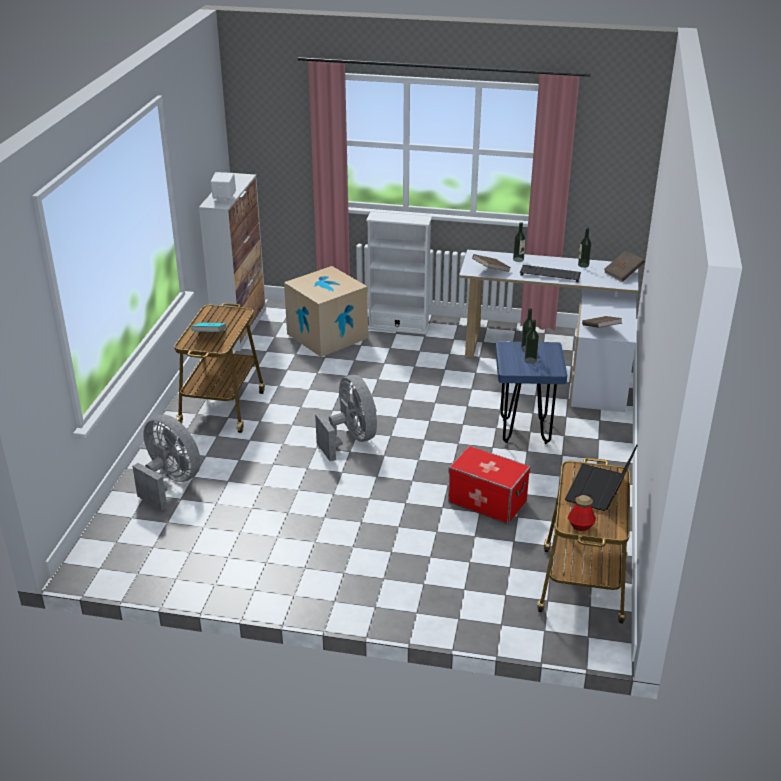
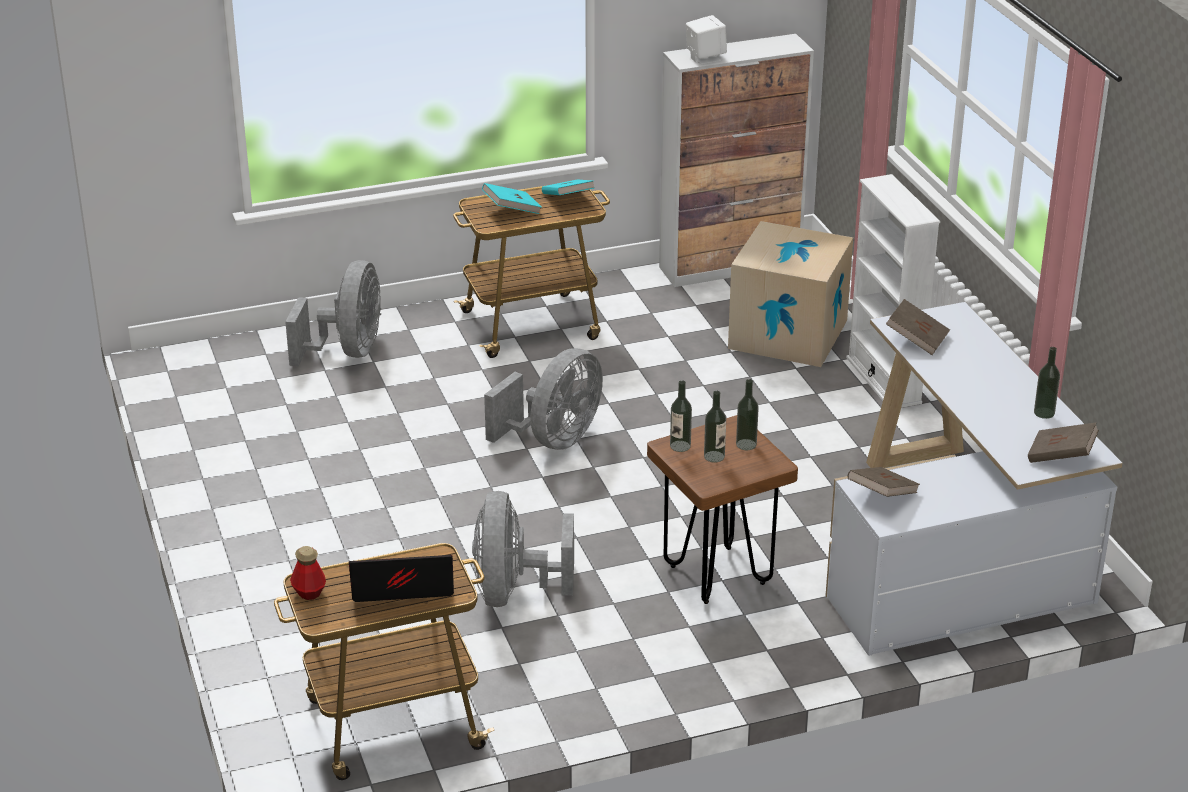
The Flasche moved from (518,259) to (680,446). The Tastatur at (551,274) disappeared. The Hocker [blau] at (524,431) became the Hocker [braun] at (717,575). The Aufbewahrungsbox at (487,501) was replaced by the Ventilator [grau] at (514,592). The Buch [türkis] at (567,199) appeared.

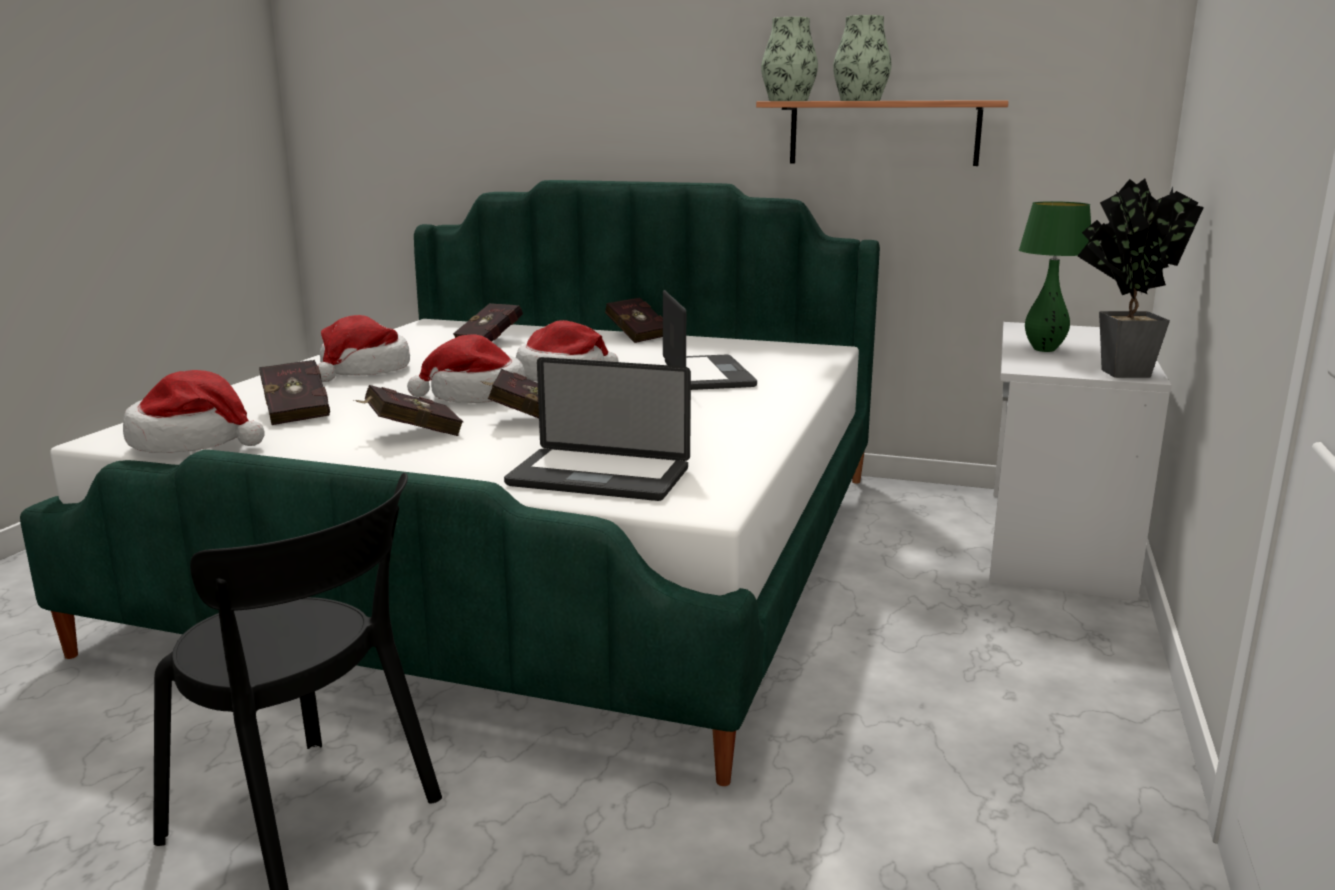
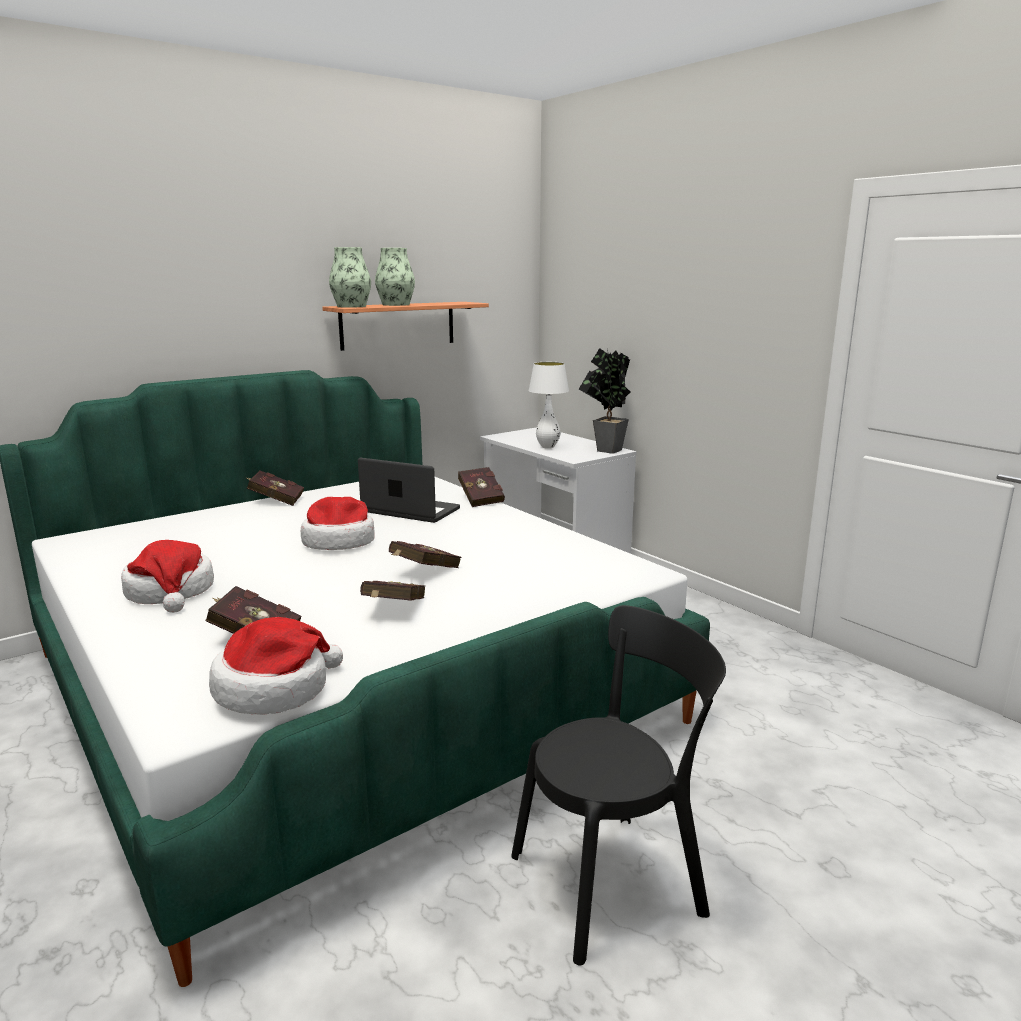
The Tischlampe [grün] at (1044,350) became the Tischlampe [weiß] at (548,447). The Buch [rot] moved from (492,341) to (480,499). The Hut at (475,395) disappeared. The Laptop at (598,477) disappeared.

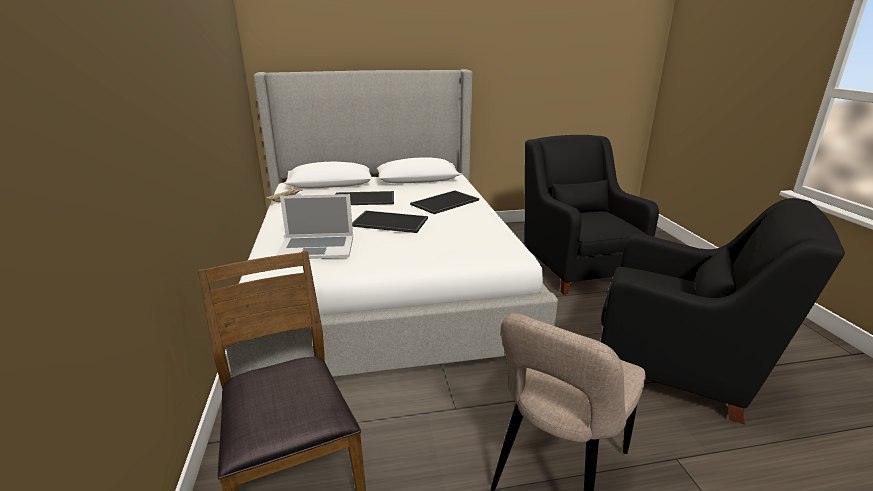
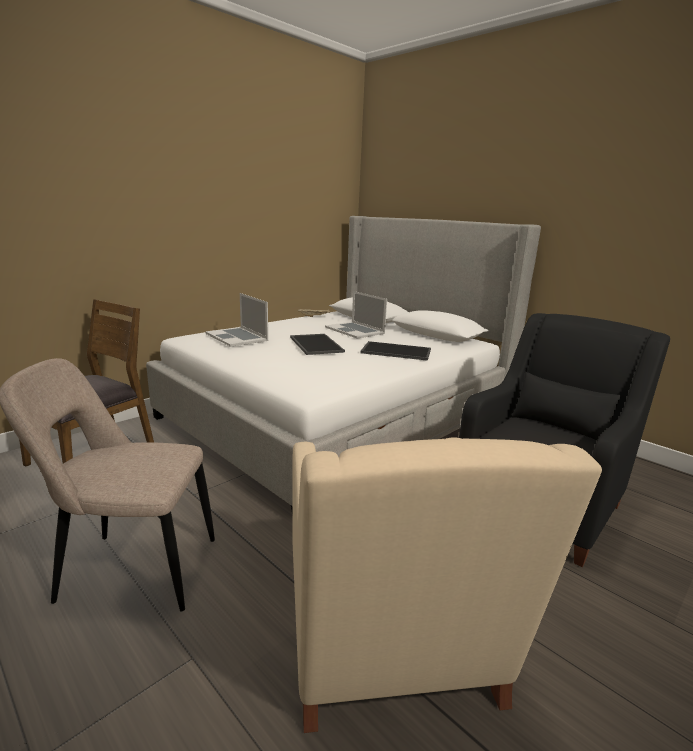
The Tablett at (364,198) was replaced by the Laptop at (355,330). The Sessel [schwarz] at (678,367) became the Sessel [beige] at (389,638).

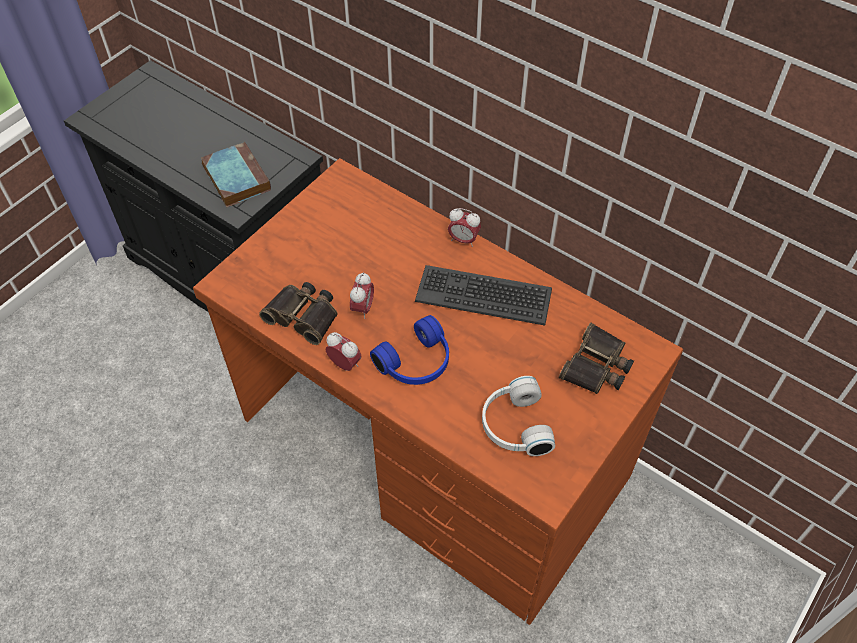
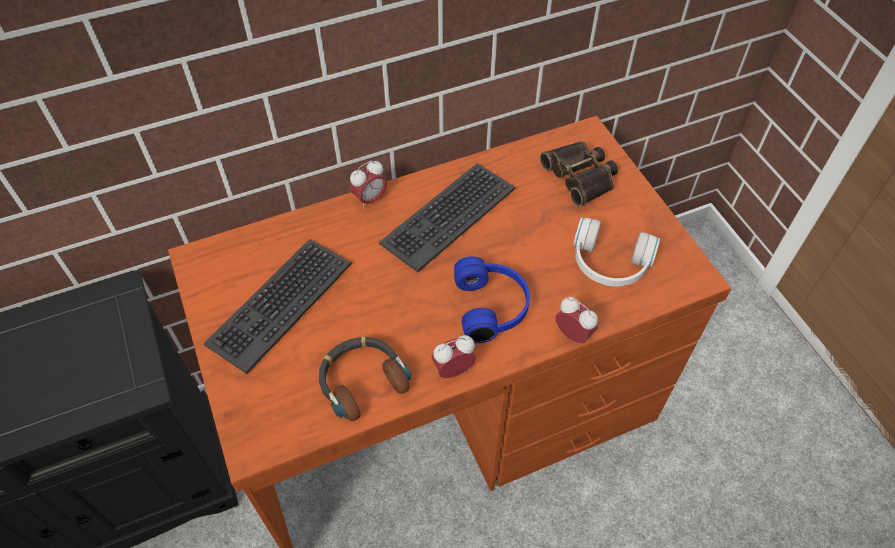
The Buch at (235,178) disappeared. The Wecker moved from (363,308) to (573,335). The Fernglas at (304,315) was replaced by the Kopfhörer at (362,380). The Tastatur at (279,303) appeared.

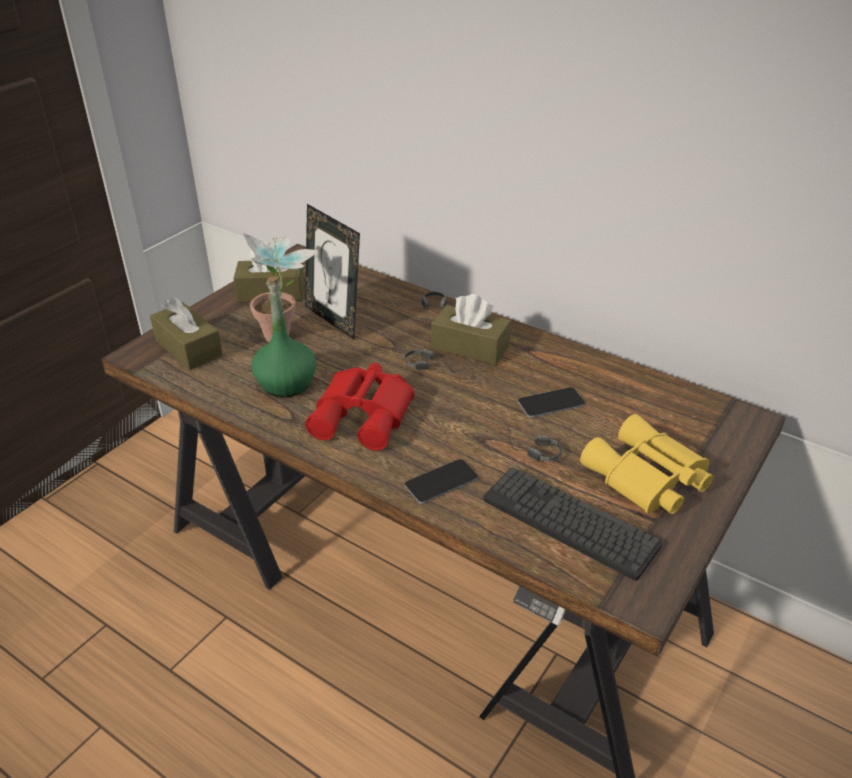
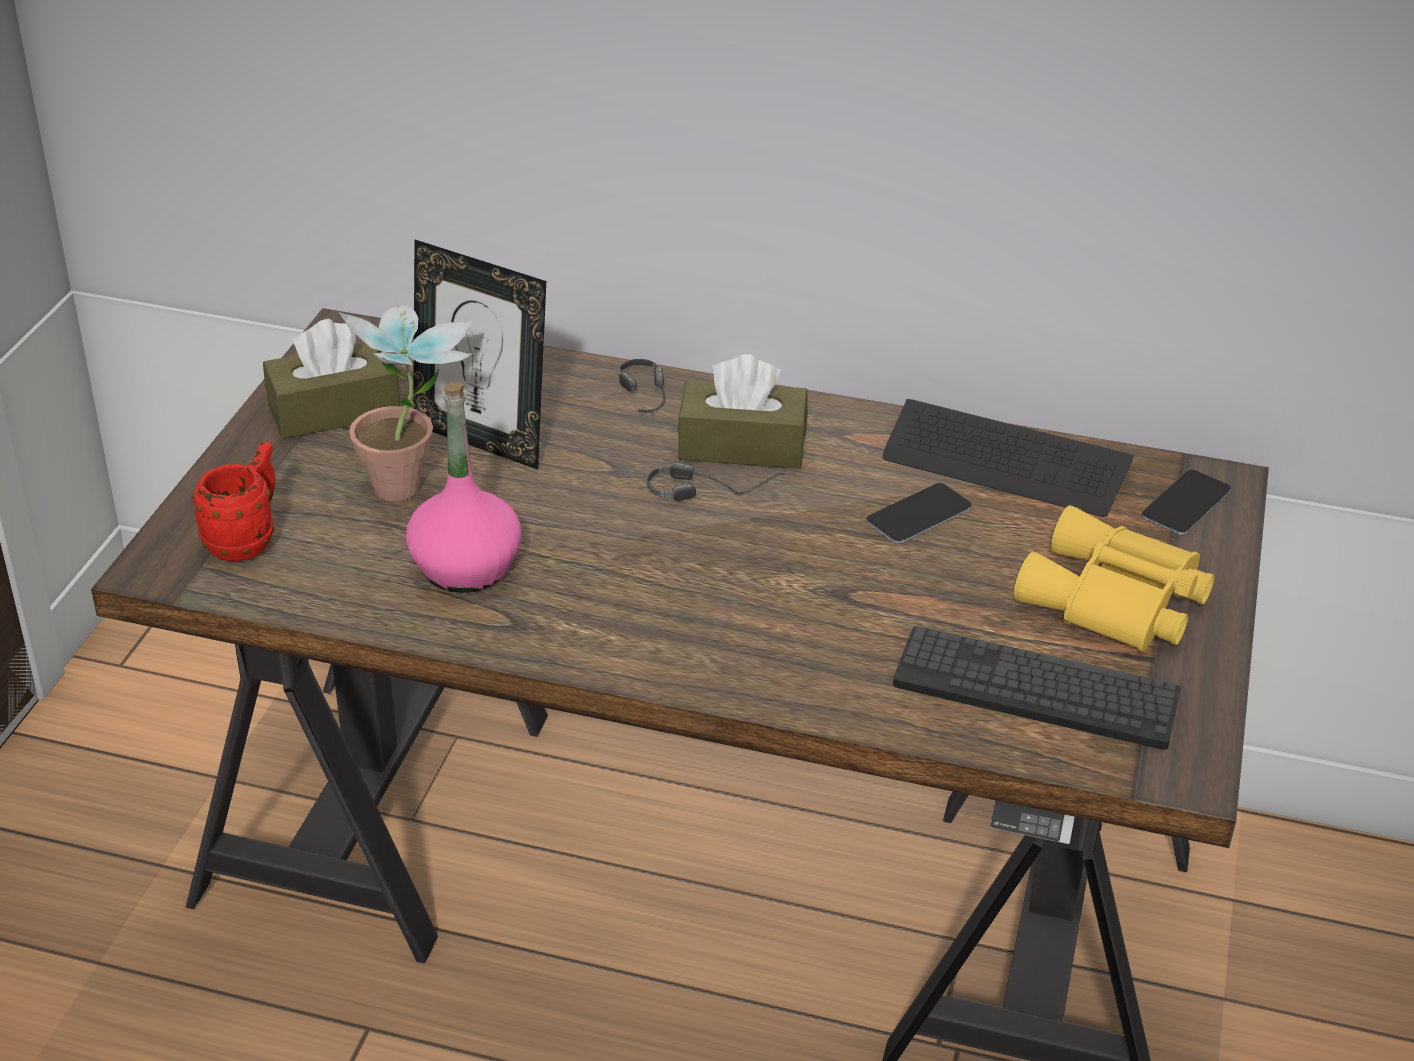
The Flasche [grün] at (285,383) became the Flasche [rosa] at (465,567). The Taschentuchbox [braun] at (188,348) was replaced by the Henkelbecher [rot] at (247,539). The Fernglas [rot] at (365,415) disappeared. The Kopfhörer at (518,445) disappeared. The Handy moved from (441,481) to (1186,503). The Tastatur at (1005,463) appeared.

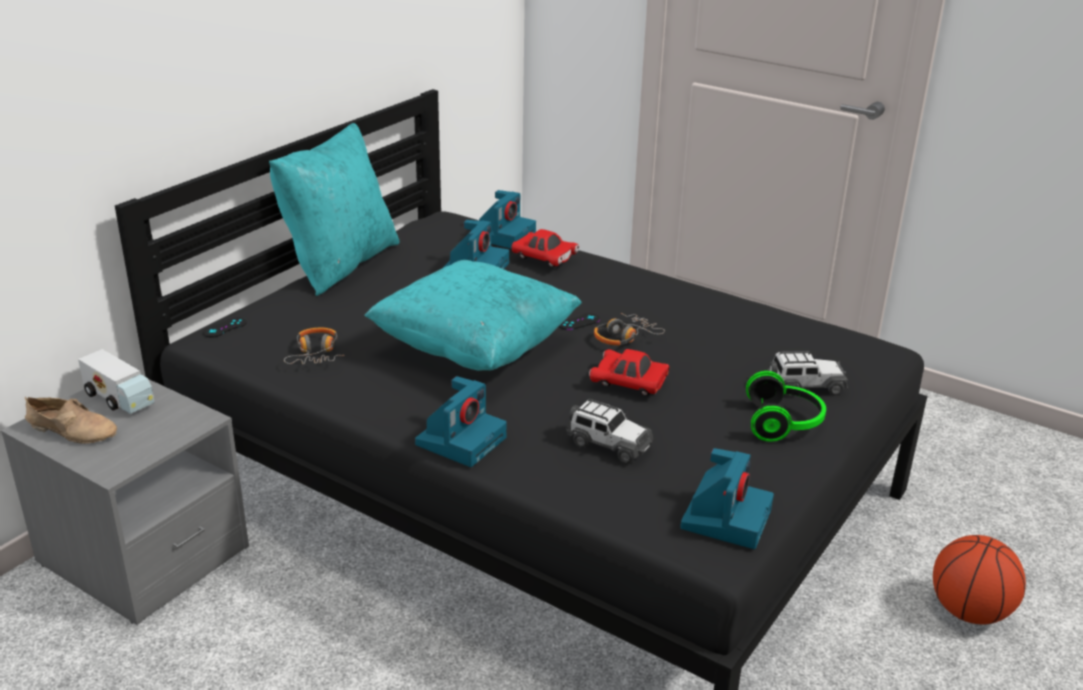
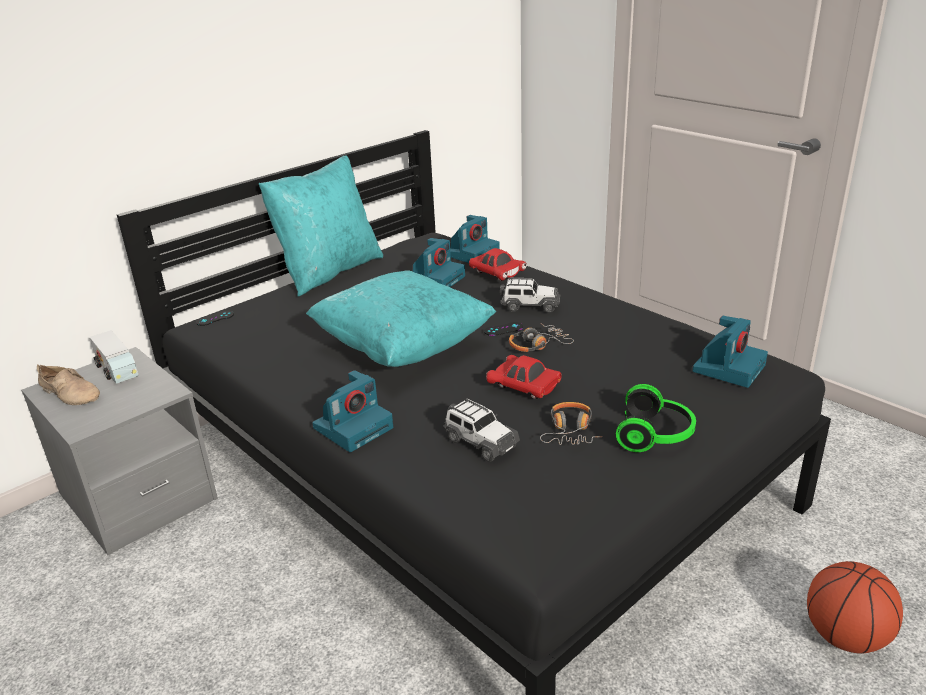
The Kopfhörer moved from (316,354) to (570,431). The Spielzeugauto moved from (805,386) to (530,305). The Kamera moved from (725,517) to (728,367).

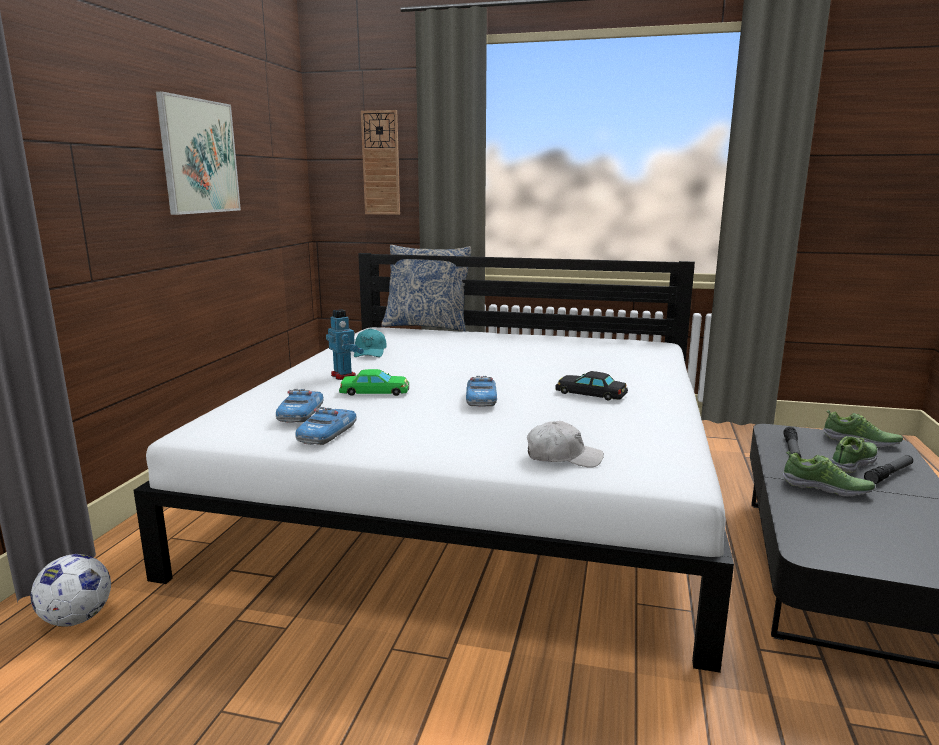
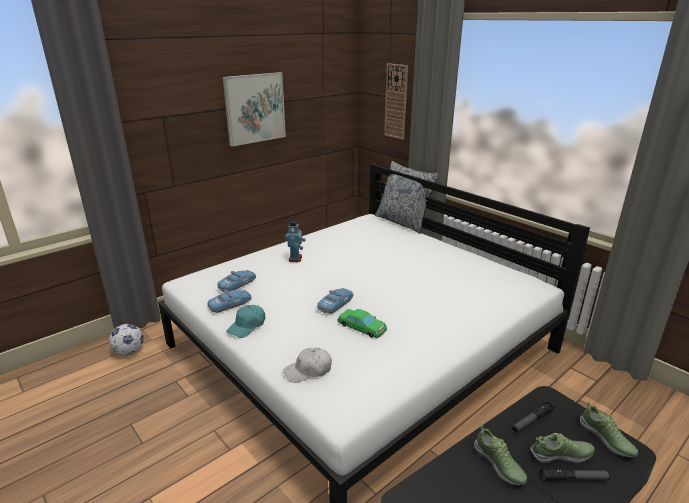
The Kappe [türkis] moved from (370,352) to (247,326). The Spielzeugauto [grün] moved from (375,391) to (362,327). The Spielzeugauto [schwarz] at (590,393) disappeared. The Kappe [weiß] at (563,457) turned 120 degrees clockwise.

